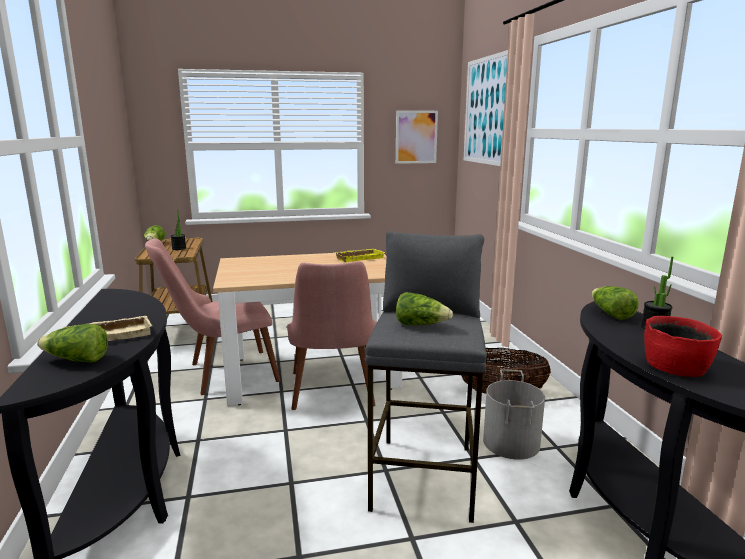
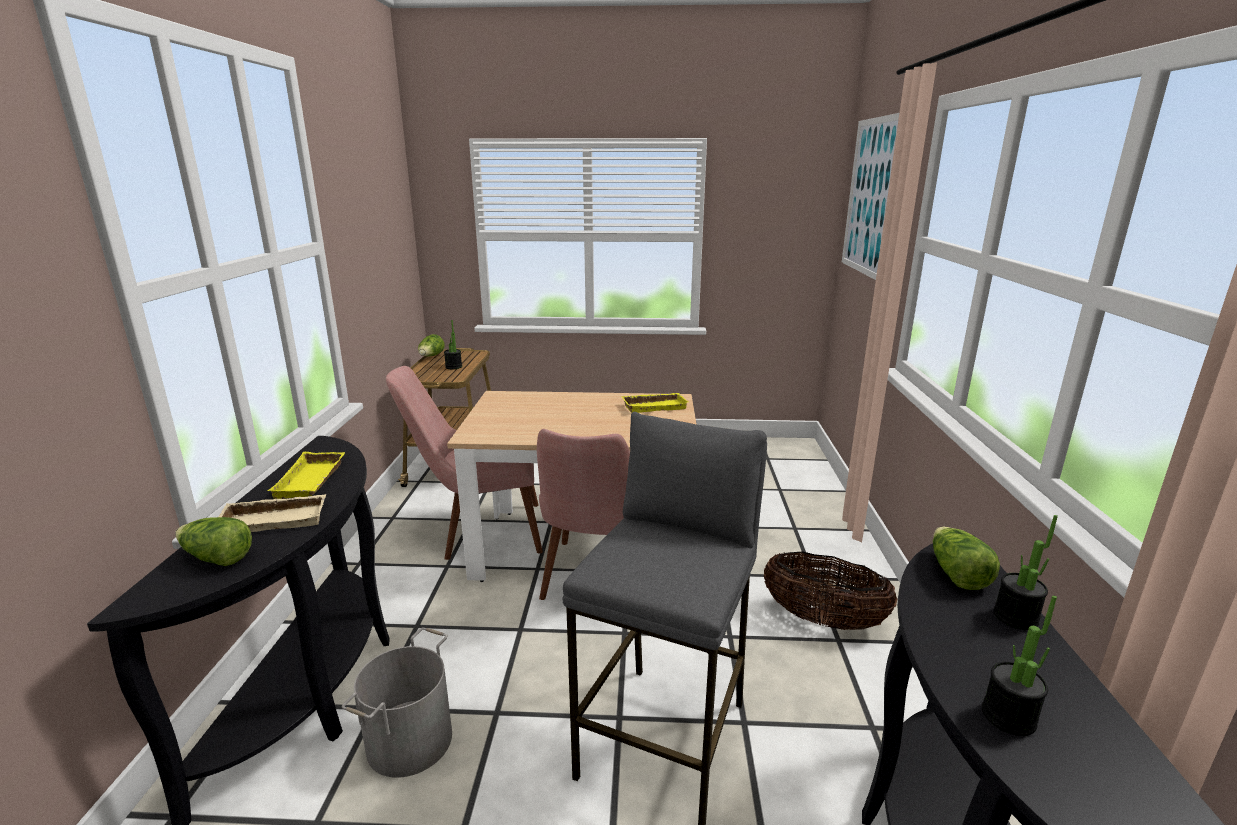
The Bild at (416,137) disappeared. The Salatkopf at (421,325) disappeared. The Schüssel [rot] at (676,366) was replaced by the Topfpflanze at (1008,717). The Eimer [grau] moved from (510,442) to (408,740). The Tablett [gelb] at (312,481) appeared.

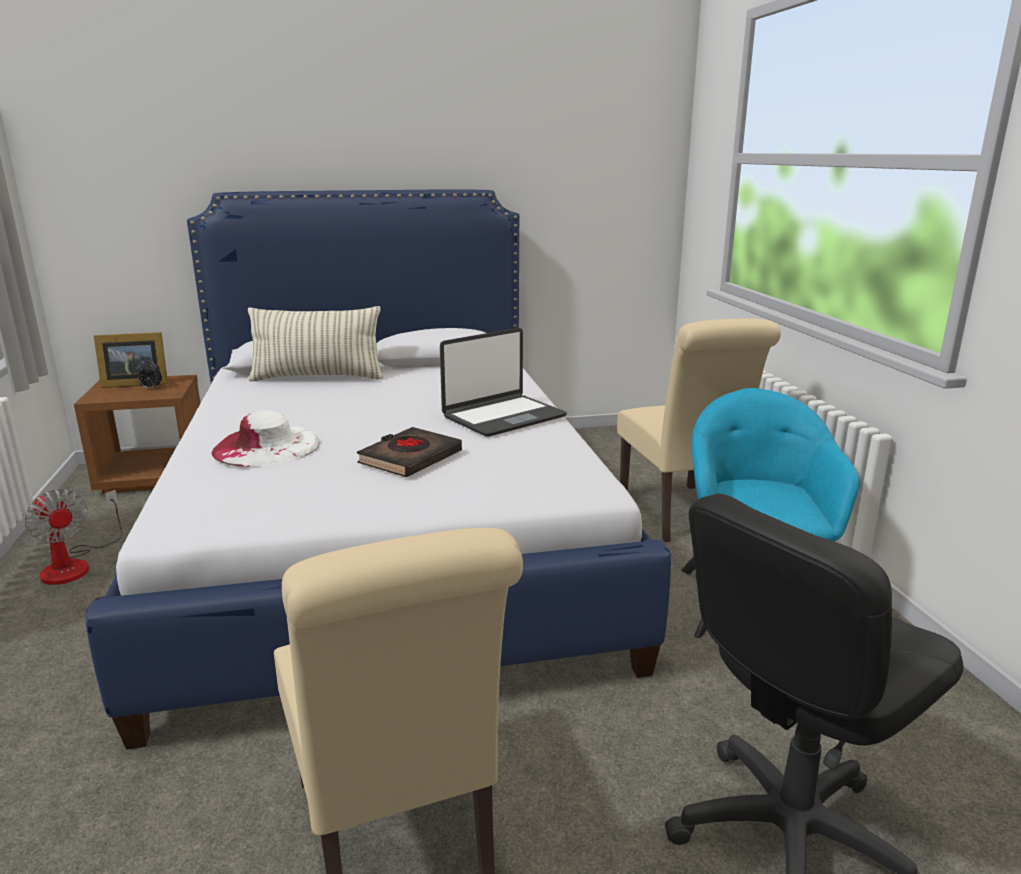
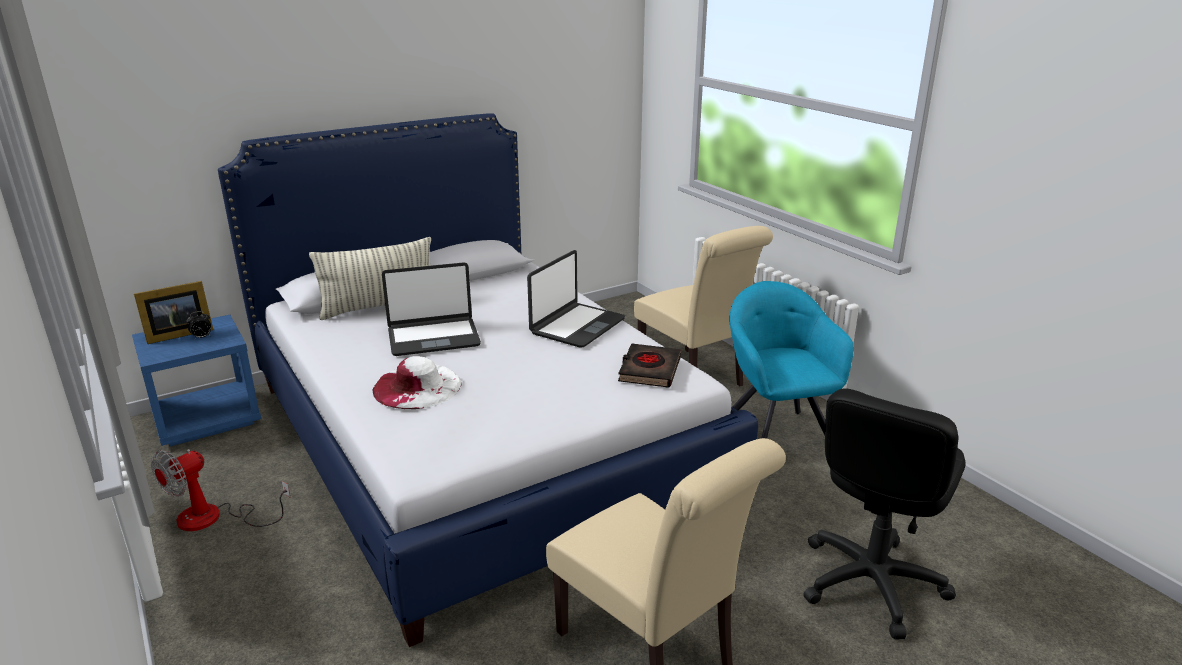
The Nachttisch [braun] at (155,475) became the Nachttisch [blau] at (207,419). The Buch [schwarz] moved from (410,458) to (649,370). The Ventilator at (75,564) turned 105 degrees clockwise. The Laptop at (433,337) appeared.

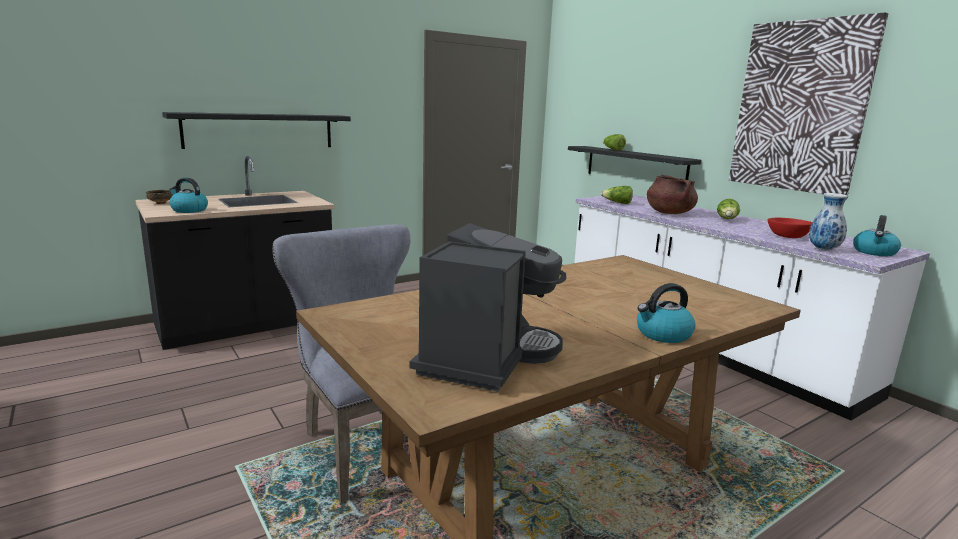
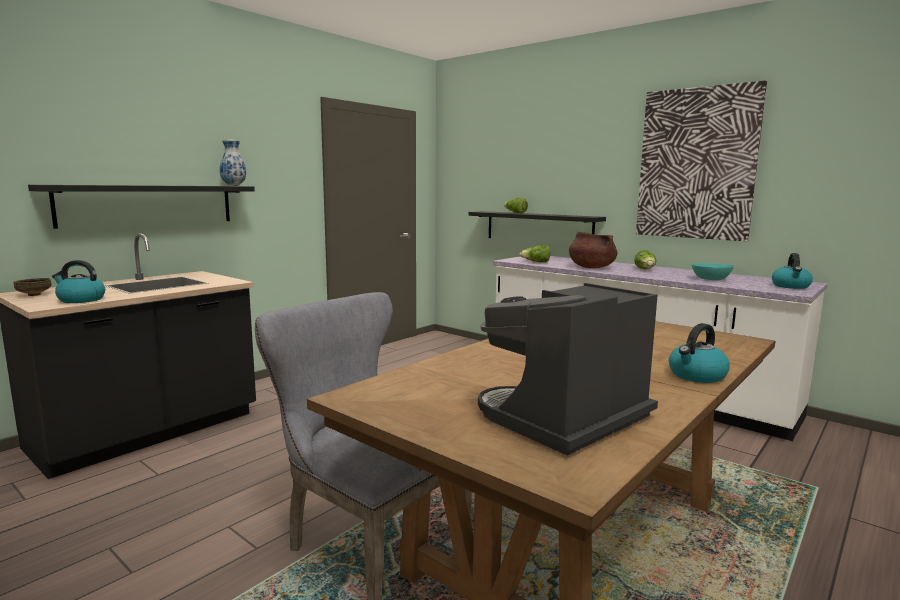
The Vase moved from (824,249) to (234,185). The Schüssel [rot] at (787,236) became the Schüssel [türkis] at (710,279). The Kaffeemaschine at (486,357) turned 135 degrees counterclockwise.

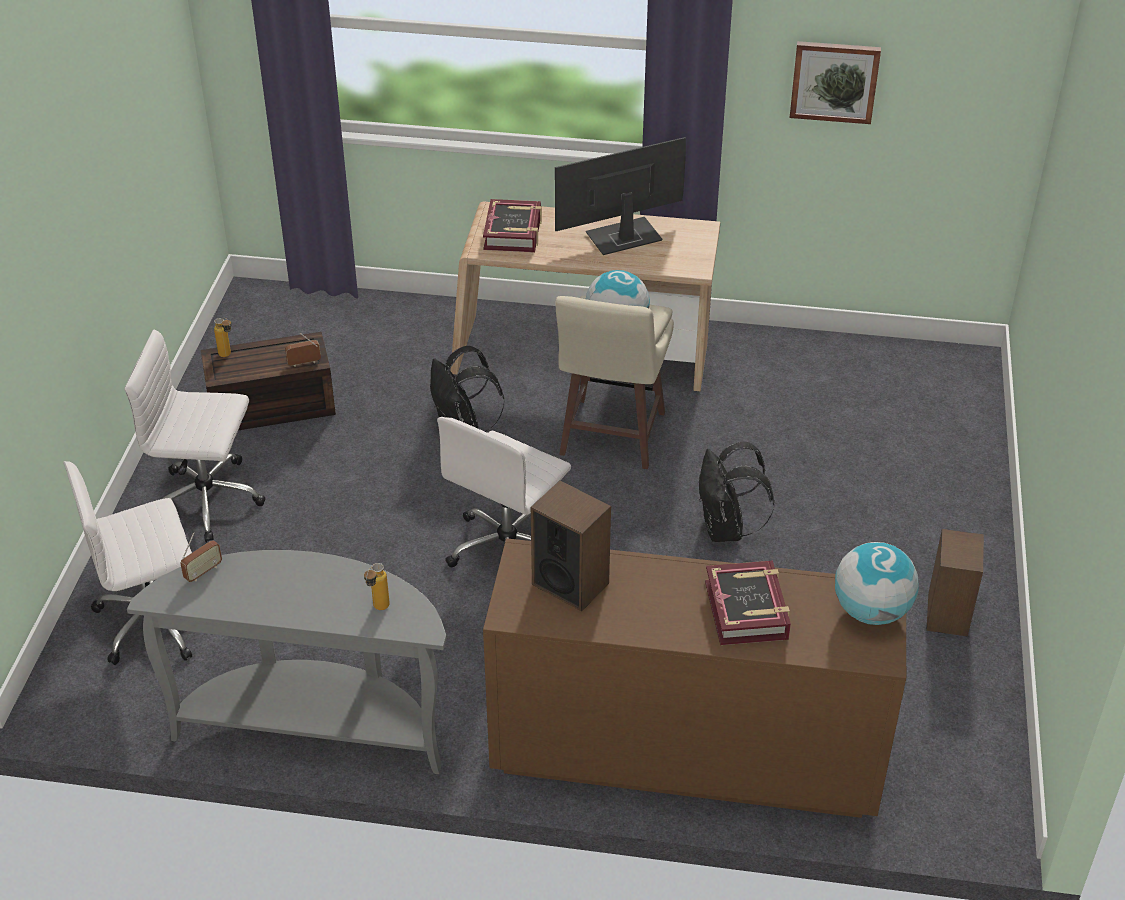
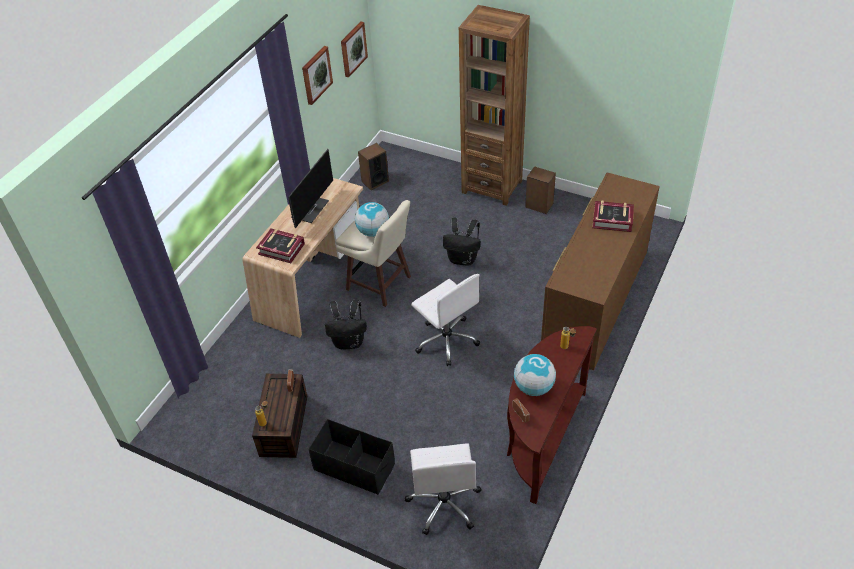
The Monitor at (622,238) turned 150 degrees counterclockwise. The Bürostuhl [weiß] at (209,500) was replaced by the Aufbewahrungsbox [schwarz] at (354,466). The Lautsprecher moved from (570,583) to (375,181). The Globus moved from (871,611) to (533,387). The Konsolentisch [grau] at (315,725) became the Konsolentisch [braun] at (542,439). The Bücherregal [braun] at (492,186) appeared. The Bild at (353,49) appeared.

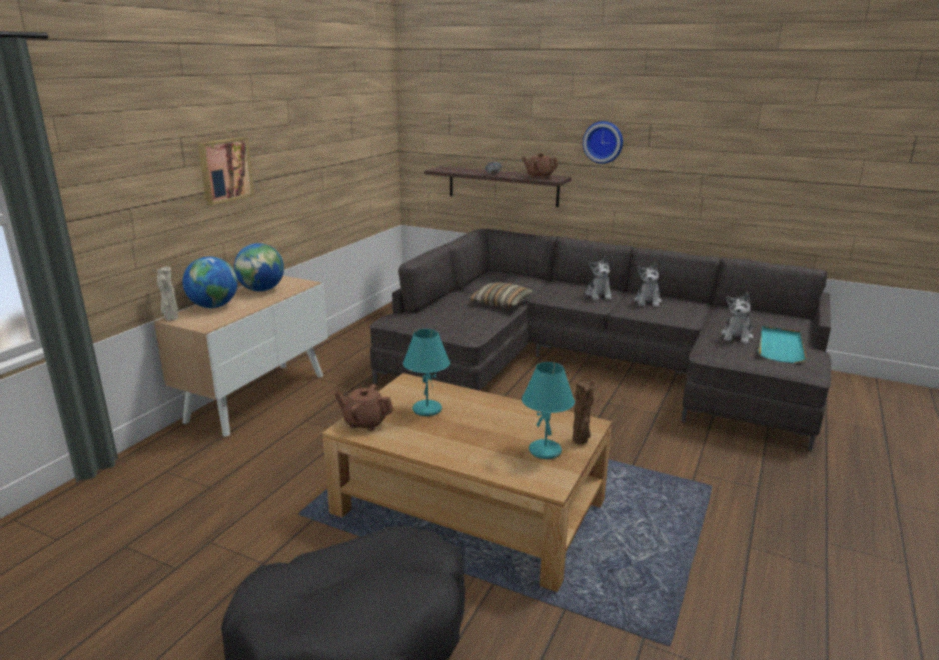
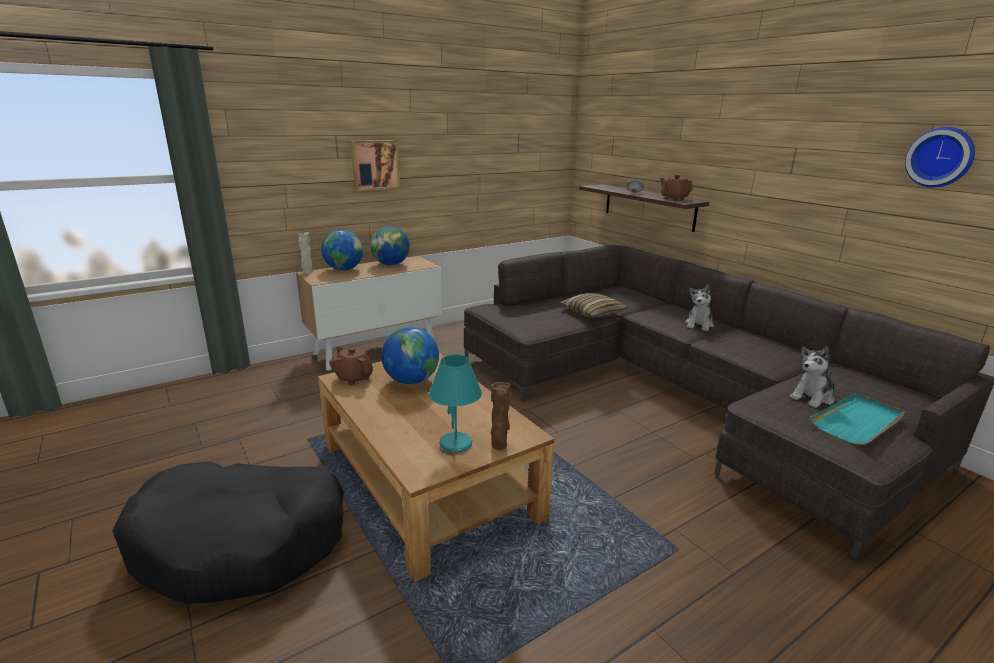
The Wanduhr moved from (603,142) to (940,157). The Plüschtier at (648,301) disappeared. The Tischlampe [türkis] at (427,409) was replaced by the Globus at (411,381).

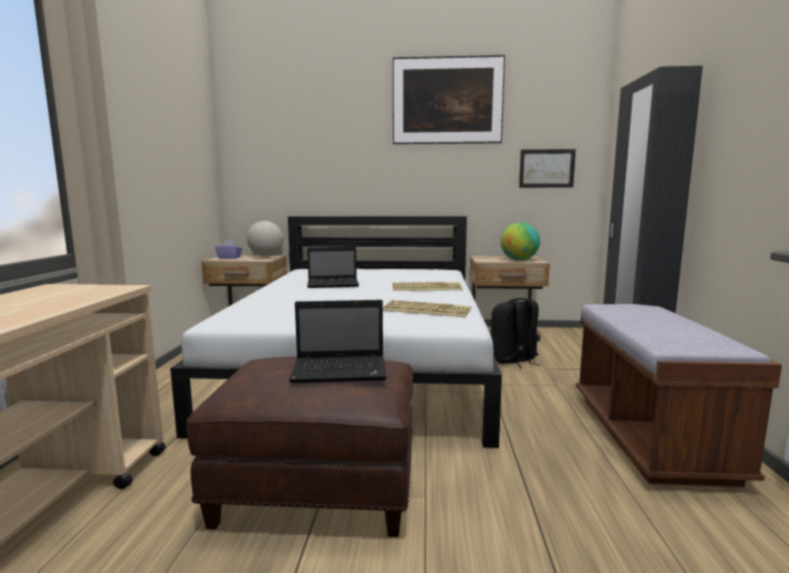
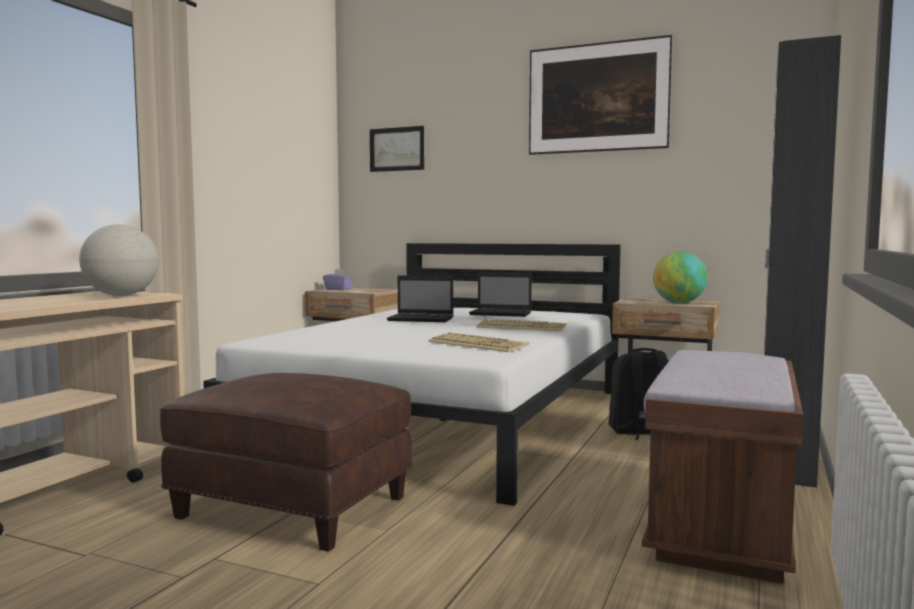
The Bild moved from (546,168) to (396,149). The Globus moved from (266,256) to (121,295). The Laptop moved from (341,371) to (502,314).

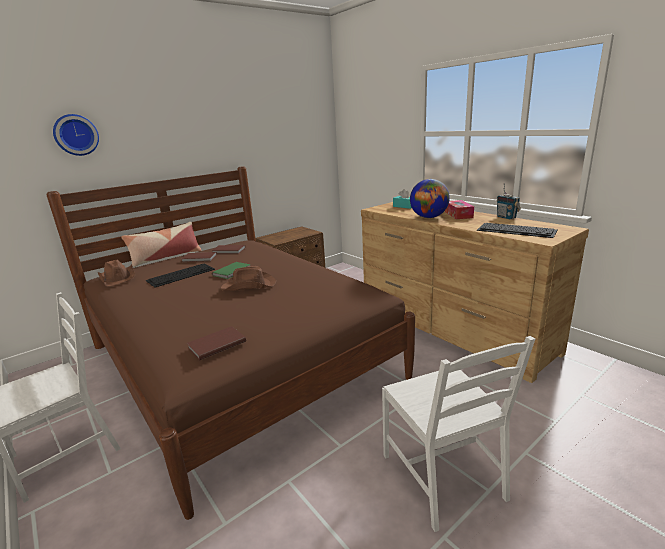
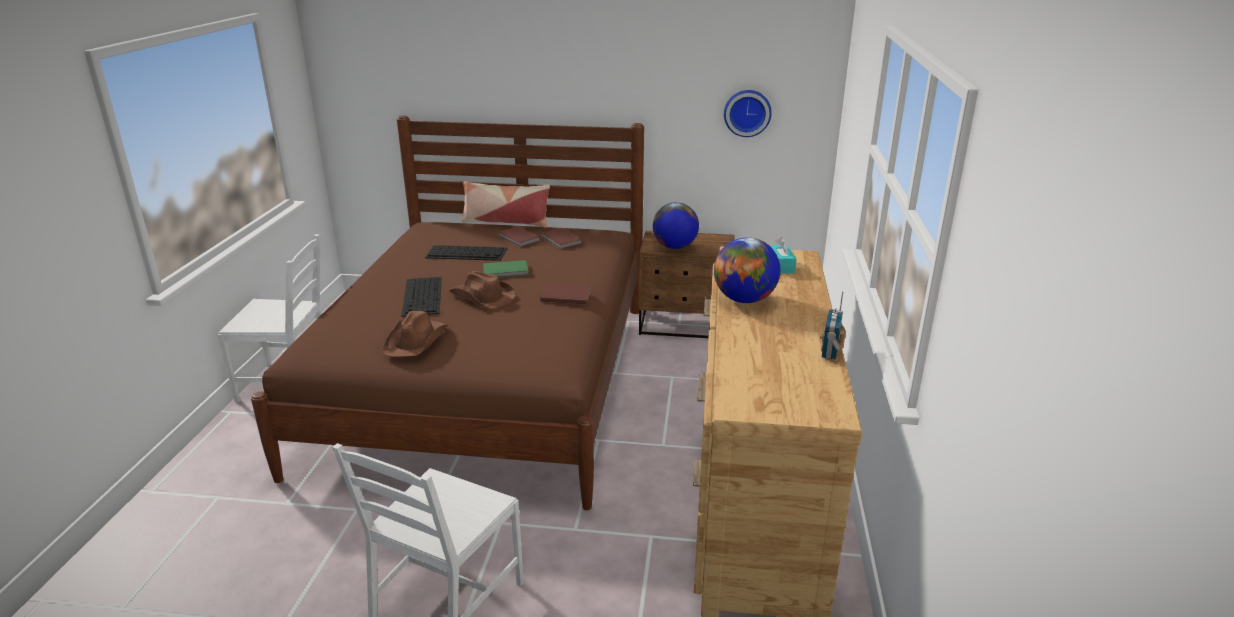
The Wanduhr moved from (76,135) to (747,112). The Taschentuchbox at (458,214) disappeared. The Tastatur moved from (517,230) to (423,296). The Hut [braun] moved from (118,277) to (416,340). The Buch [braun] moved from (216,344) to (565,296). The Globus at (675,247) appeared.

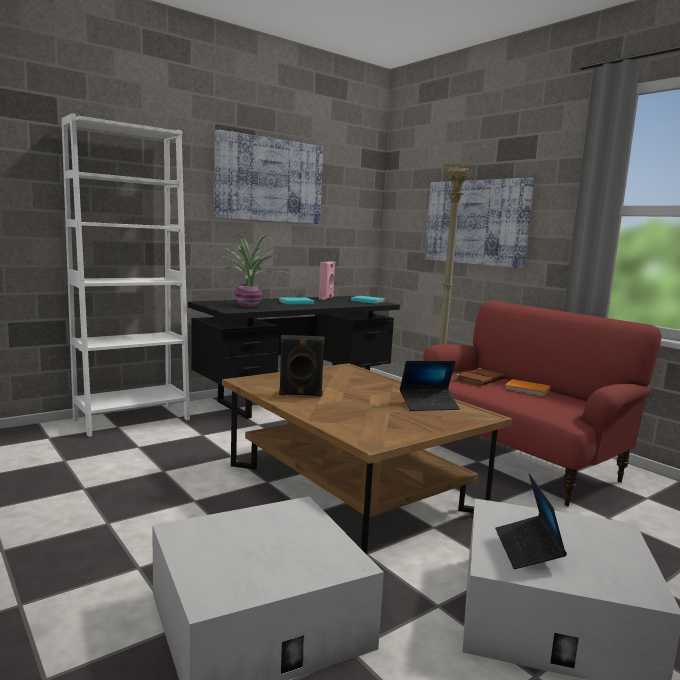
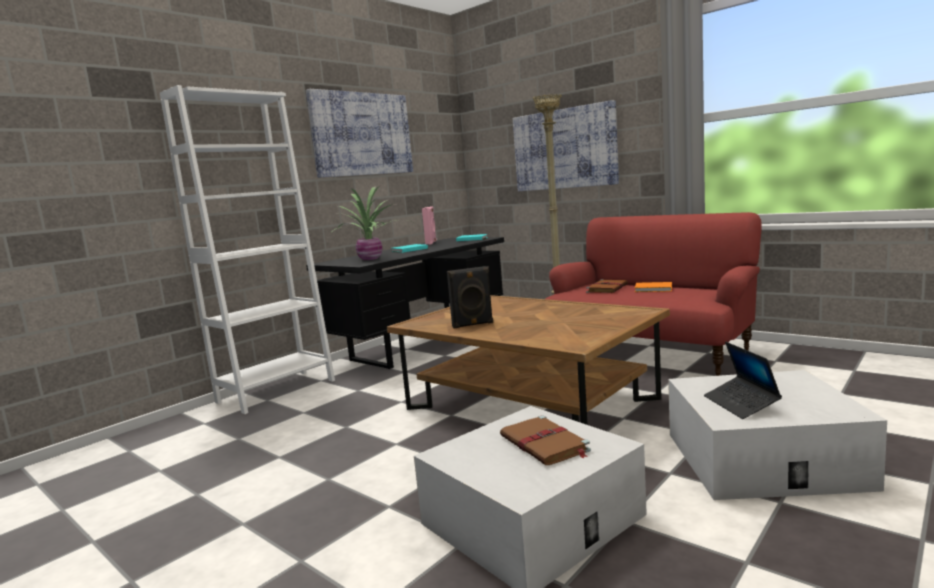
The Laptop at (428,405) disappeared. The Buch [braun] at (545,444) appeared.

